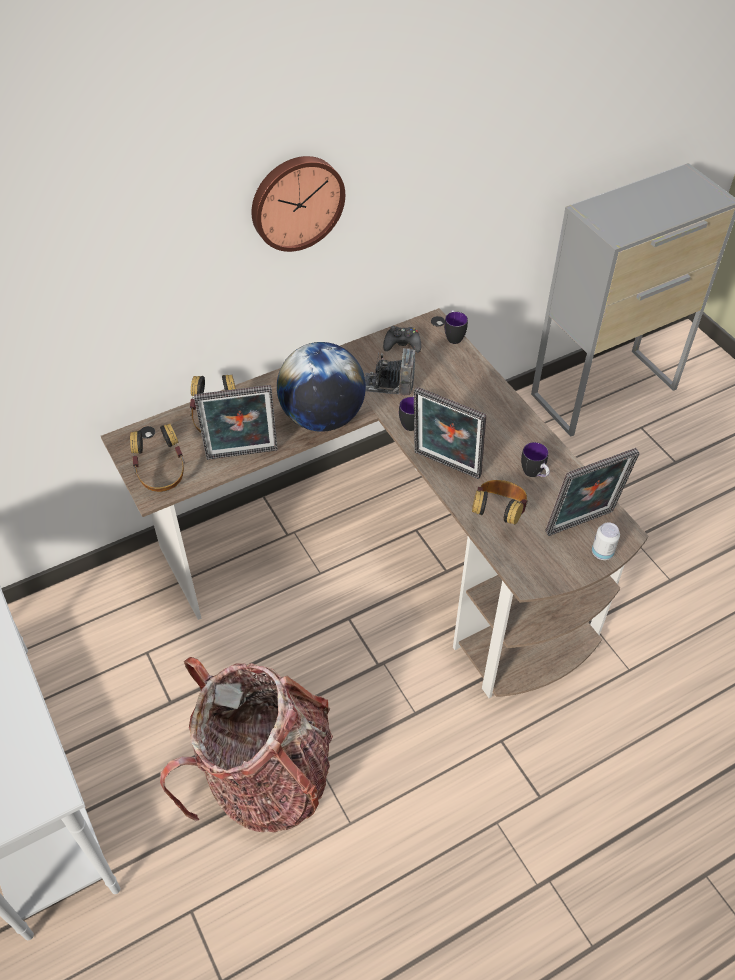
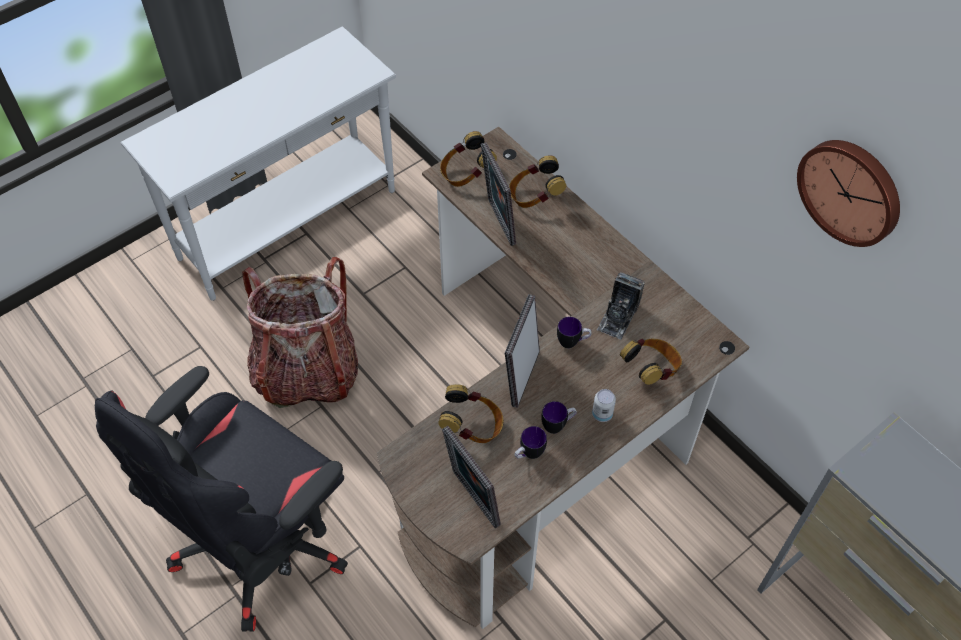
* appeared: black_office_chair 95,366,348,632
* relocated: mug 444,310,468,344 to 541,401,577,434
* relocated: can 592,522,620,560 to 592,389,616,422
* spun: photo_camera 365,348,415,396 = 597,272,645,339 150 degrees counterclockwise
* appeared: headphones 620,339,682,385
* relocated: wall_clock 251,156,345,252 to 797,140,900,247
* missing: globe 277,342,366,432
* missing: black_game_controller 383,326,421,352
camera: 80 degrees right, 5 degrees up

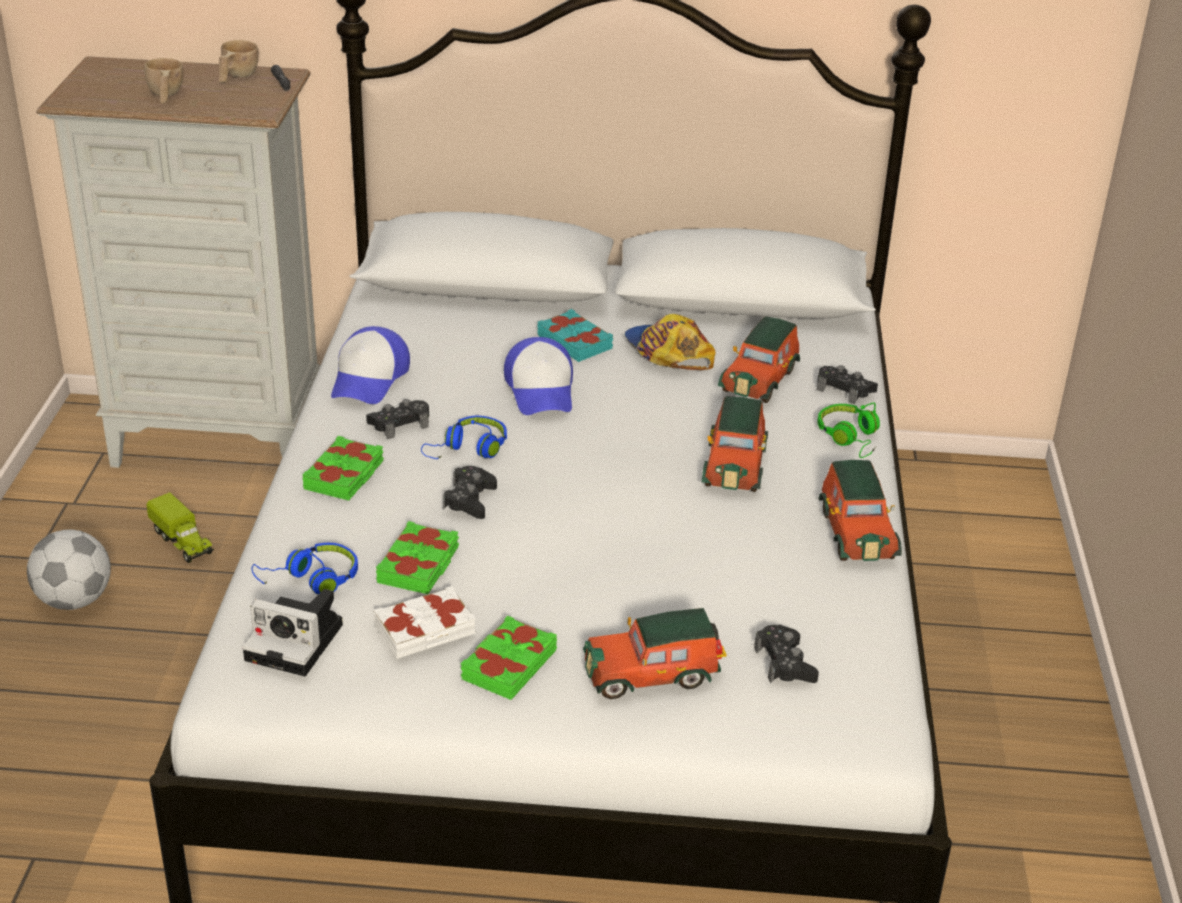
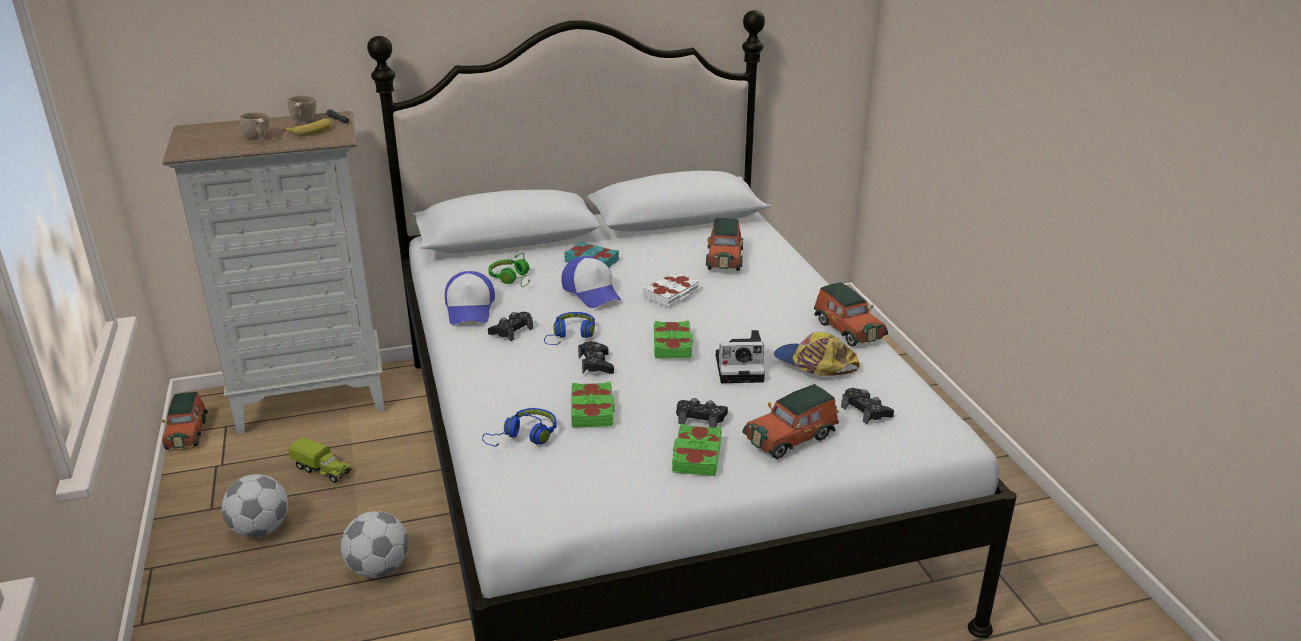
* relocated: toy_car 702,397,768,492 to 162,392,208,449
* appeared: banana 283,118,331,136
* appeared: football 341,511,408,578
* relocated: green_headphones 817,402,880,458 to 488,253,531,287
* relocated: white_book 374,586,476,659 to 643,271,699,308
* relocated: green_book 302,436,384,500 to 654,321,693,358
* relocated: black_game_controller 817,365,878,404 to 676,398,728,428
* relocated: photo_camera 242,589,343,676 to 716,330,765,383
* relocated: cap 625,314,716,370 to 774,332,860,376
camera: 20 degrees left, 5 degrees down

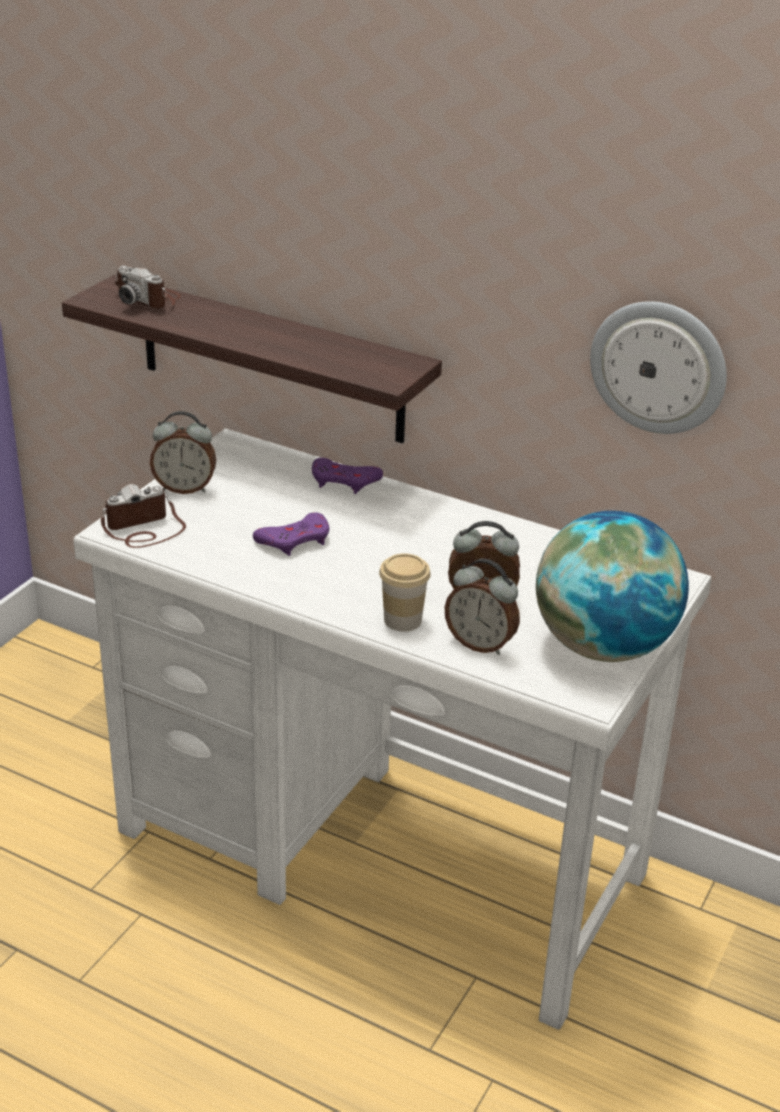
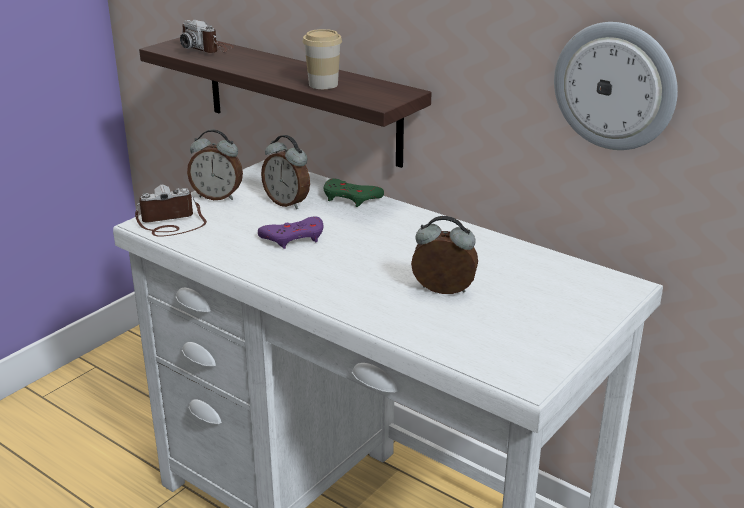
* relocated: alarm_clock 445,559,520,655 to 261,135,310,209
* relocated: cup 379,553,431,631 to 302,29,342,89
* colour: purple_game_controller 312,458,383,494 to green_game_controller 323,179,384,207
* missing: globe 536,511,689,662
camera: 10 degrees right, 5 degrees down

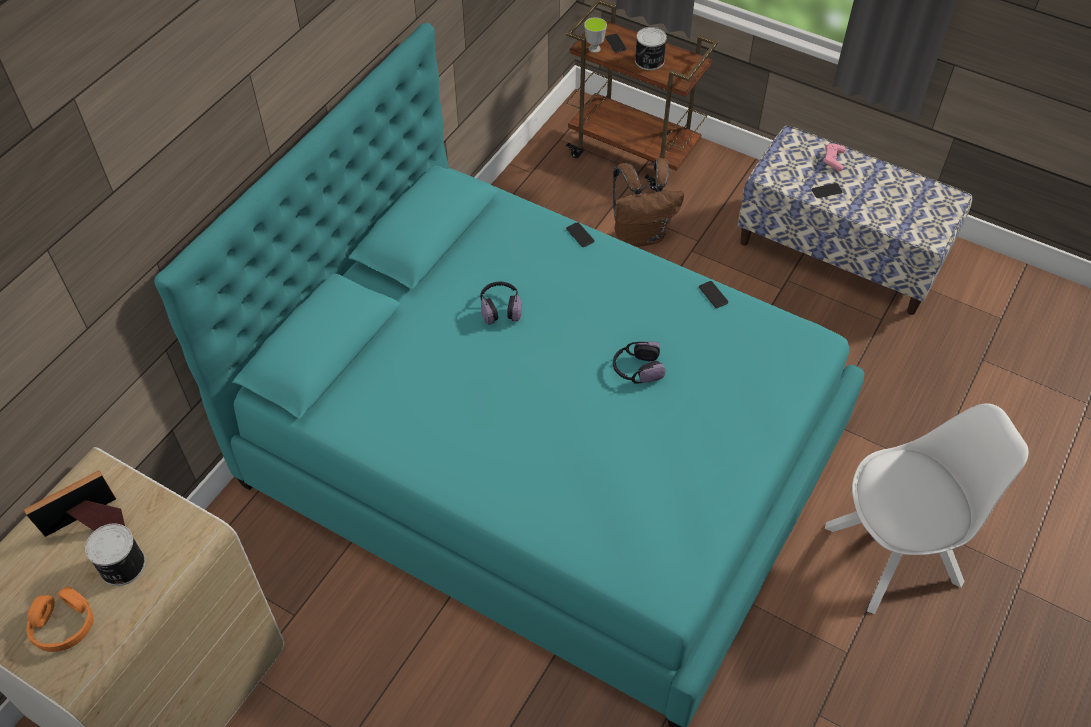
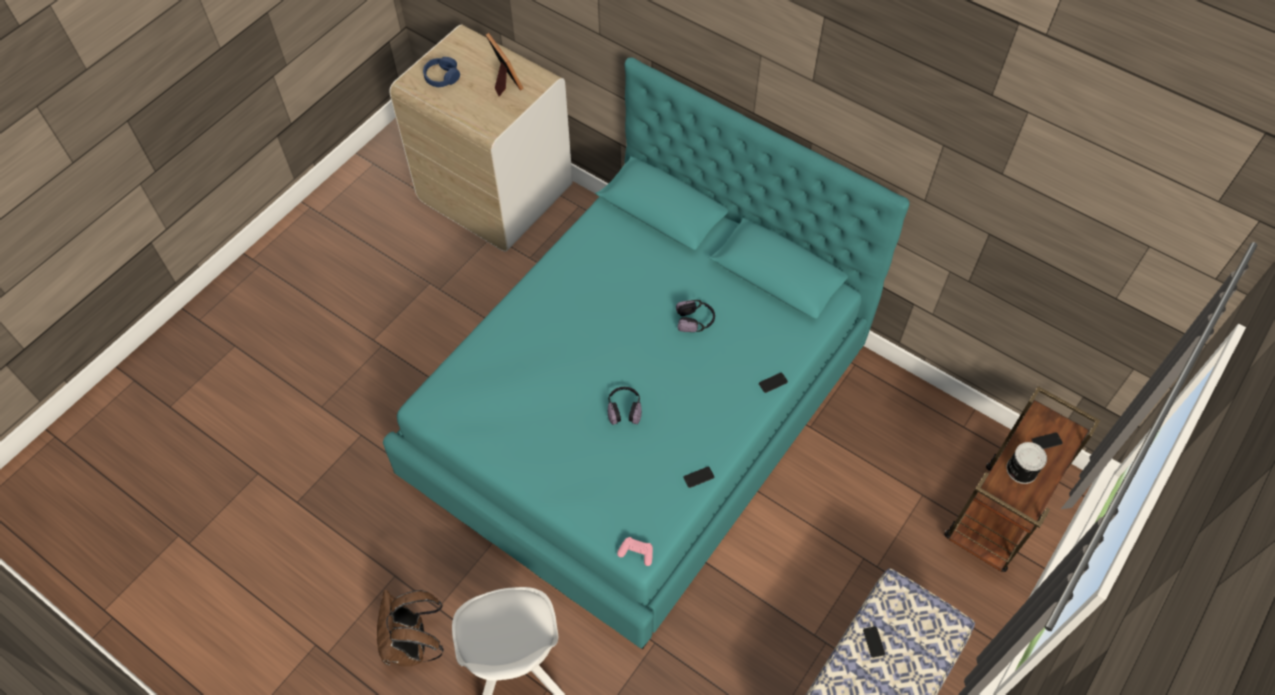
* relocated: brown_backpack 613,158,684,247 to 377,590,444,666
* colour: orange_headphones 26,586,94,652 to blue_headphones 423,57,460,87
* relocated: pink_game_controller 823,143,846,171 to 617,537,653,566
* missing: can 85,523,146,586
* missing: cup 584,17,607,53
camera: 95 degrees right, 5 degrees up

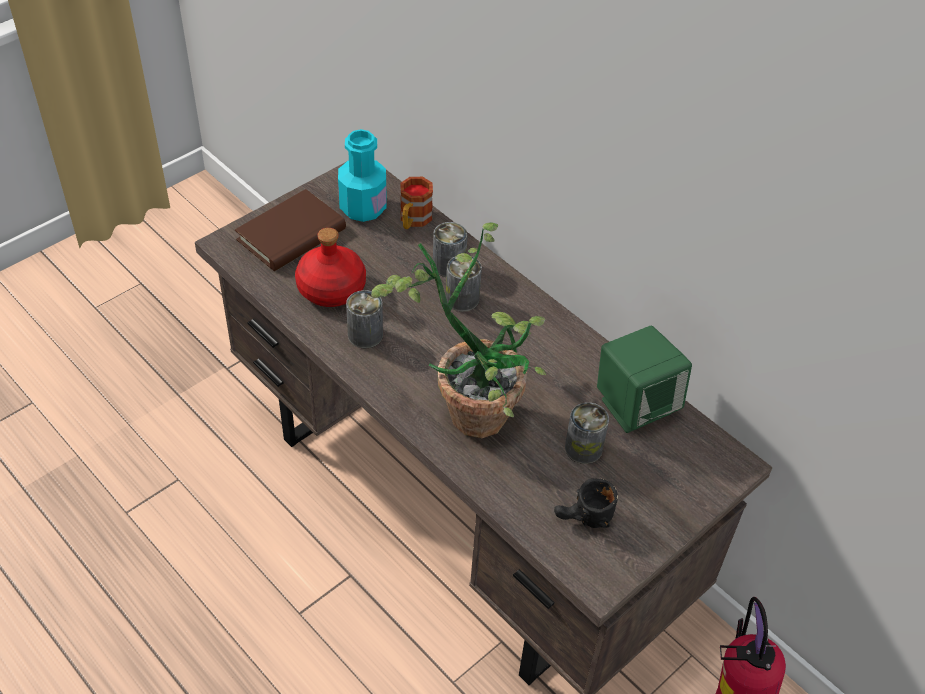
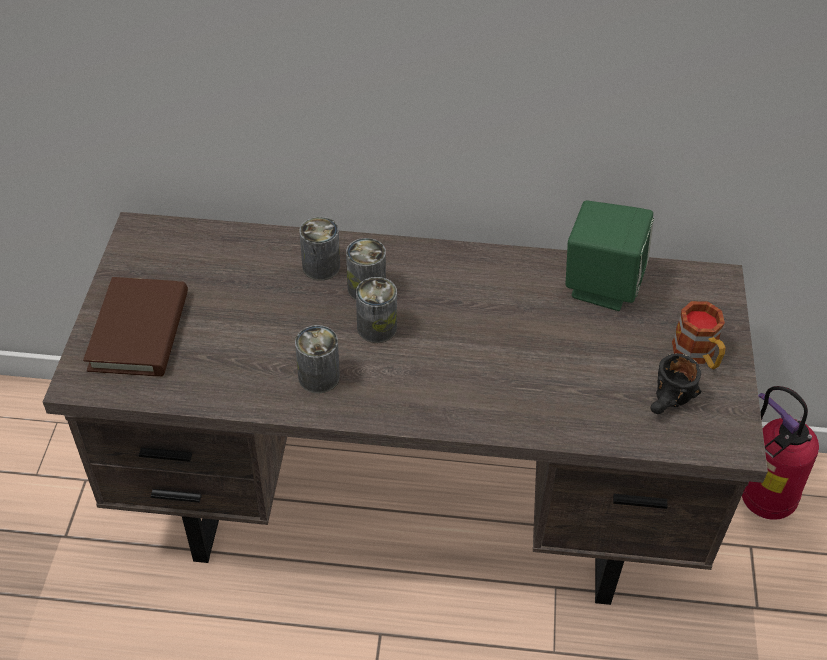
* relocated: can 565,402,609,464 to 356,277,397,343
* relocated: mug 400,177,433,229 to 672,301,726,369
* missing: red_bottle 295,228,366,307
* missing: turquoise_bottle 338,129,387,222
* missing: potted_plant 371,222,547,438
camera: 40 degrees left, 0 degrees up

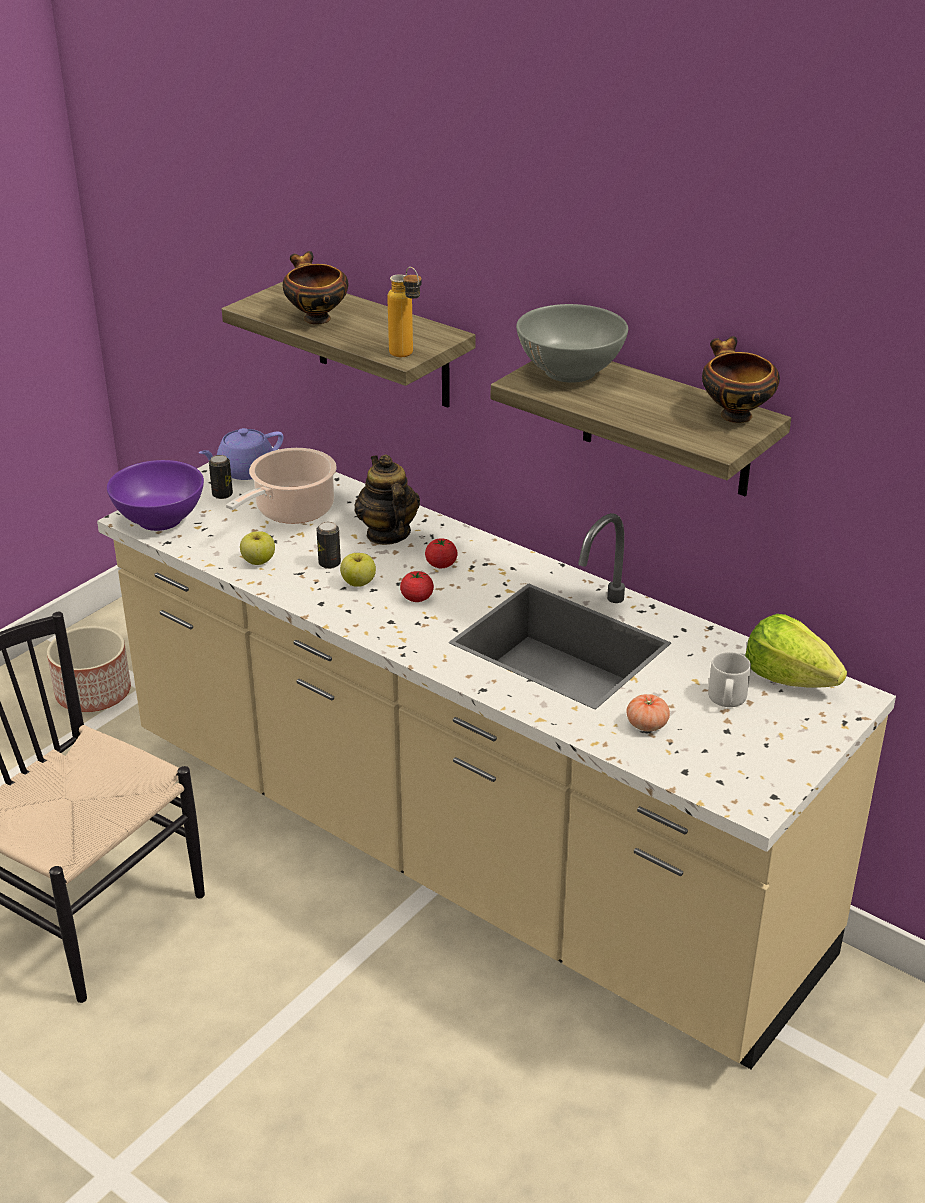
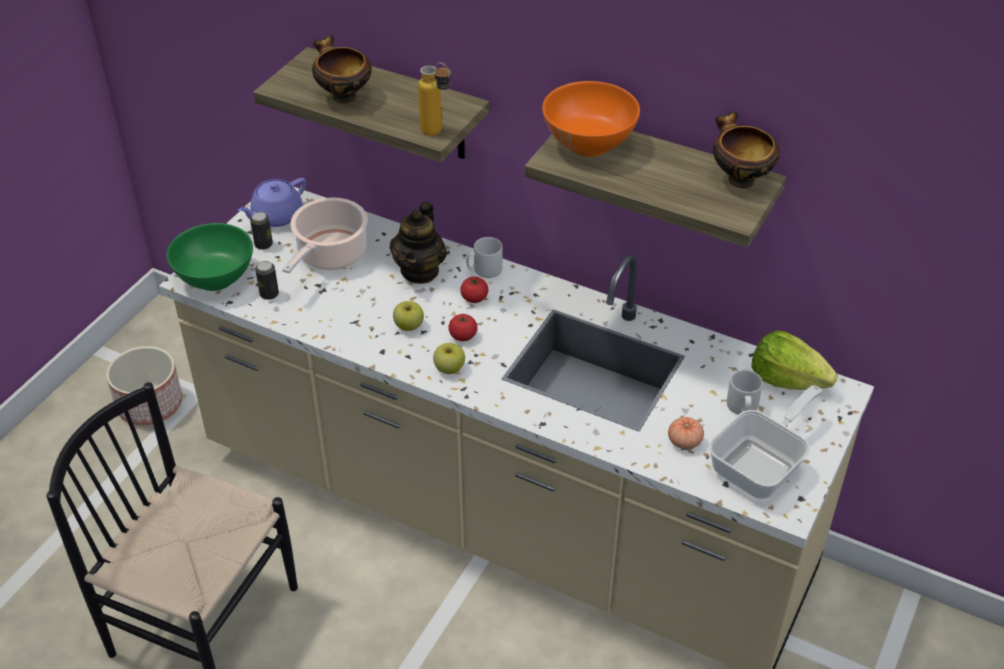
* colour: purple_bowl 107,460,204,531 to green_bowl 167,223,253,291
* relocated: can 316,522,341,569 to 255,261,279,300
* spun: teapot 355,454,420,545 = 390,201,447,284 135 degrees counterclockwise
* relocated: apple 240,531,275,565 to 433,343,465,374
* appeared: grey_mug 466,237,503,278
* colour: grey_bowl 516,304,628,383 to orange_bowl 542,81,640,157
* appeared: frying_pan 709,385,823,499
camera: 10 degrees left, 10 degrees up

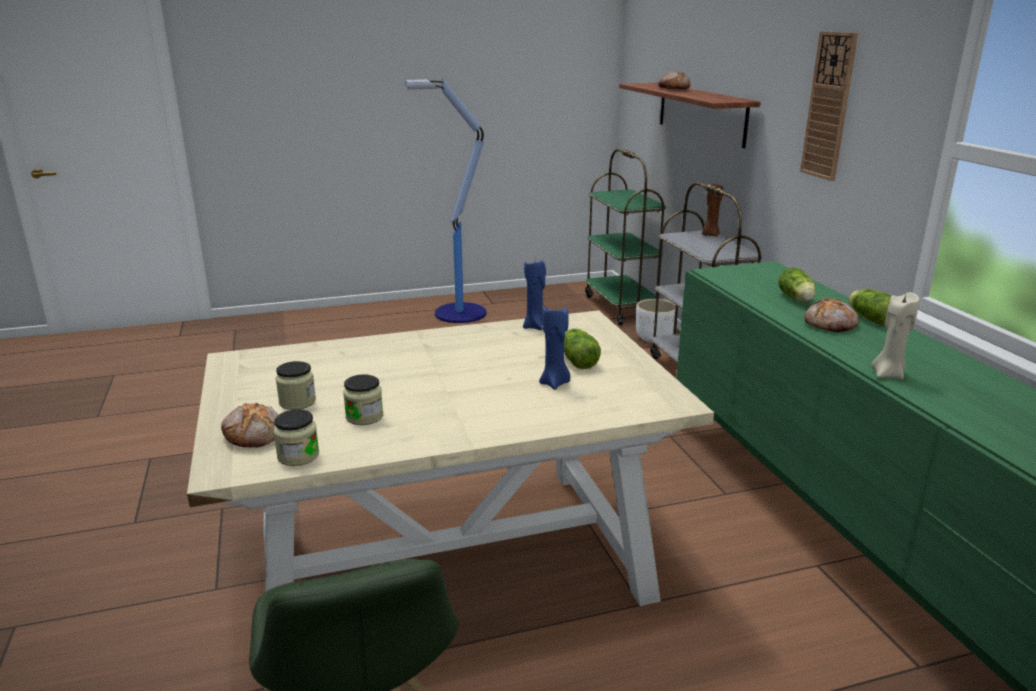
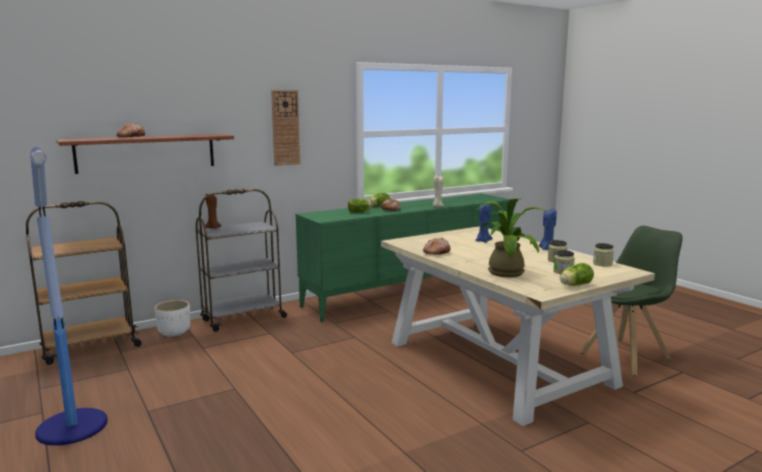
* colour: green_cart 585,149,666,325 to brown_cart 26,201,141,365
* relocated: bread 221,402,279,447 to 423,238,451,255
* appeared: potted_plant 476,198,549,278
* relocated: blue_candle 523,260,546,330 to 539,208,557,250
* relocated: lettuce 564,328,601,369 to 560,263,594,286
camera: 105 degrees left, 10 degrees down

